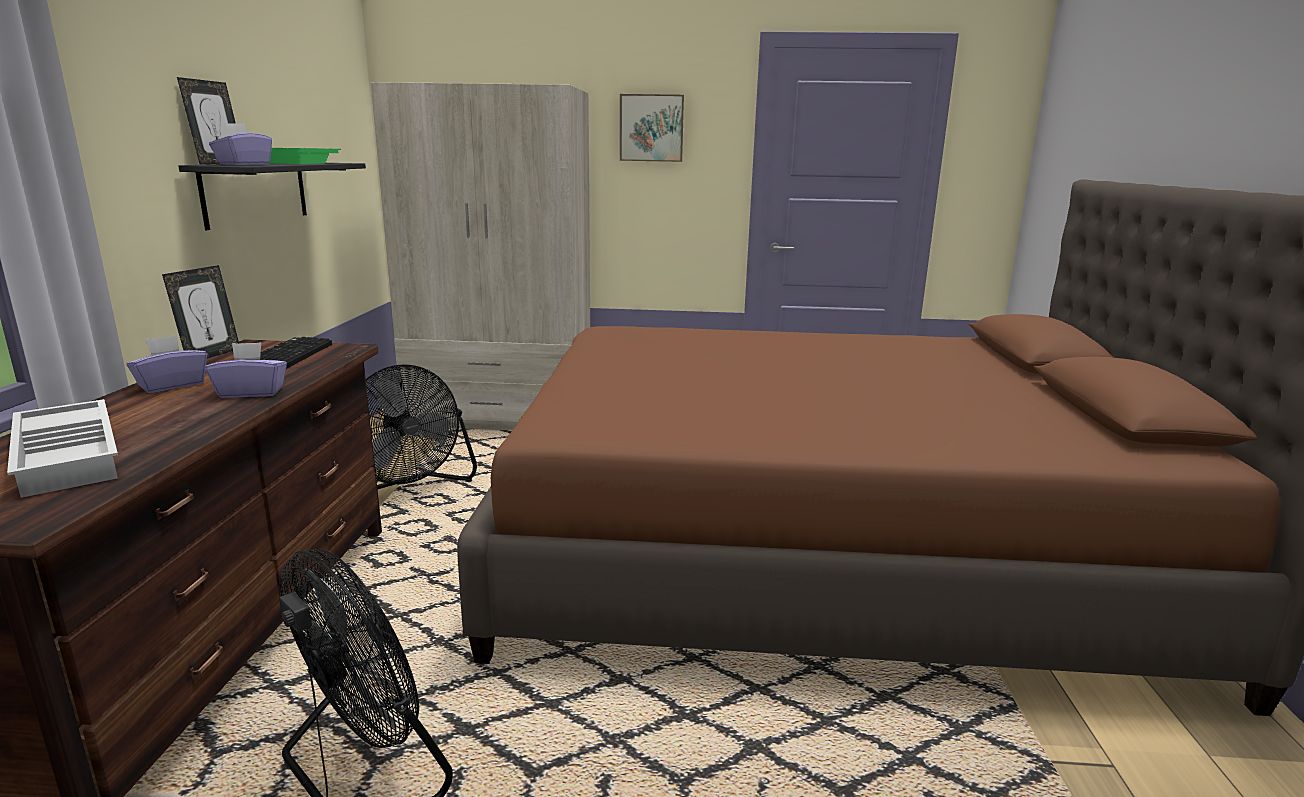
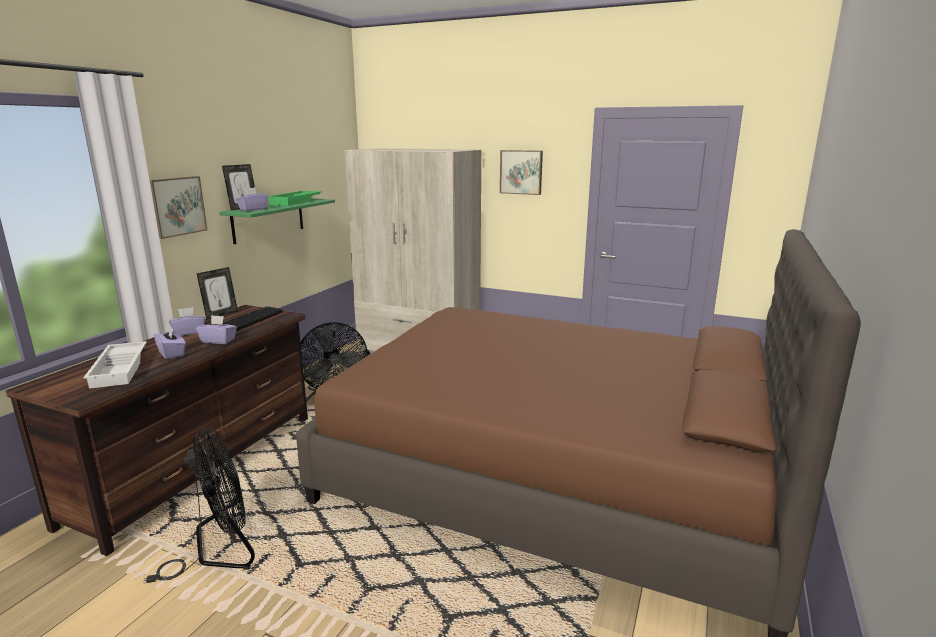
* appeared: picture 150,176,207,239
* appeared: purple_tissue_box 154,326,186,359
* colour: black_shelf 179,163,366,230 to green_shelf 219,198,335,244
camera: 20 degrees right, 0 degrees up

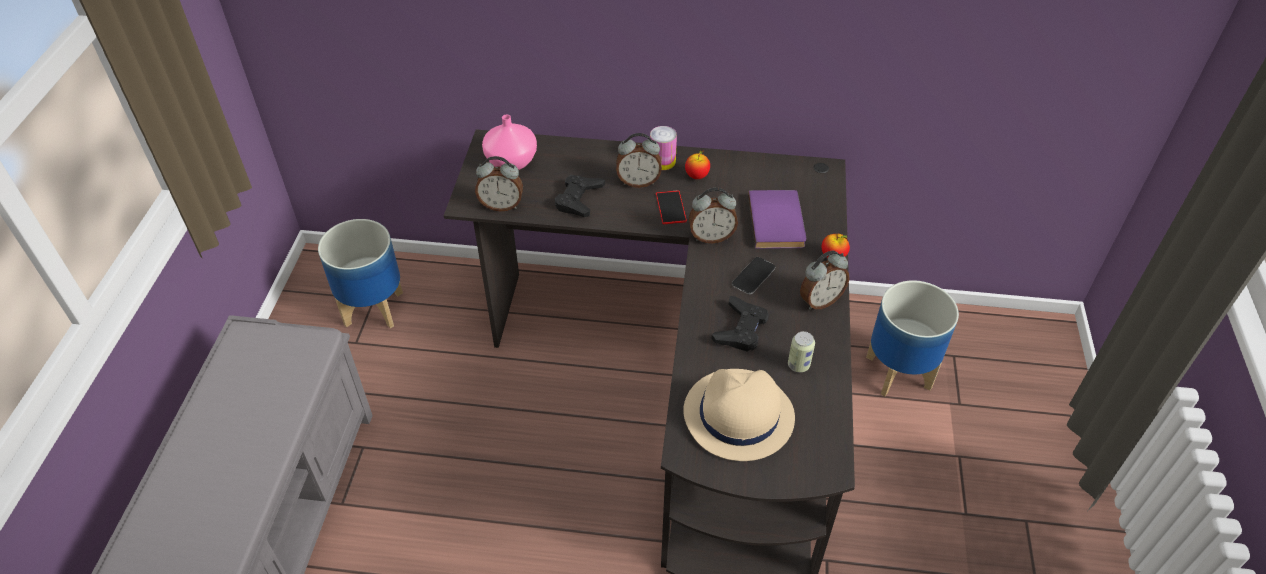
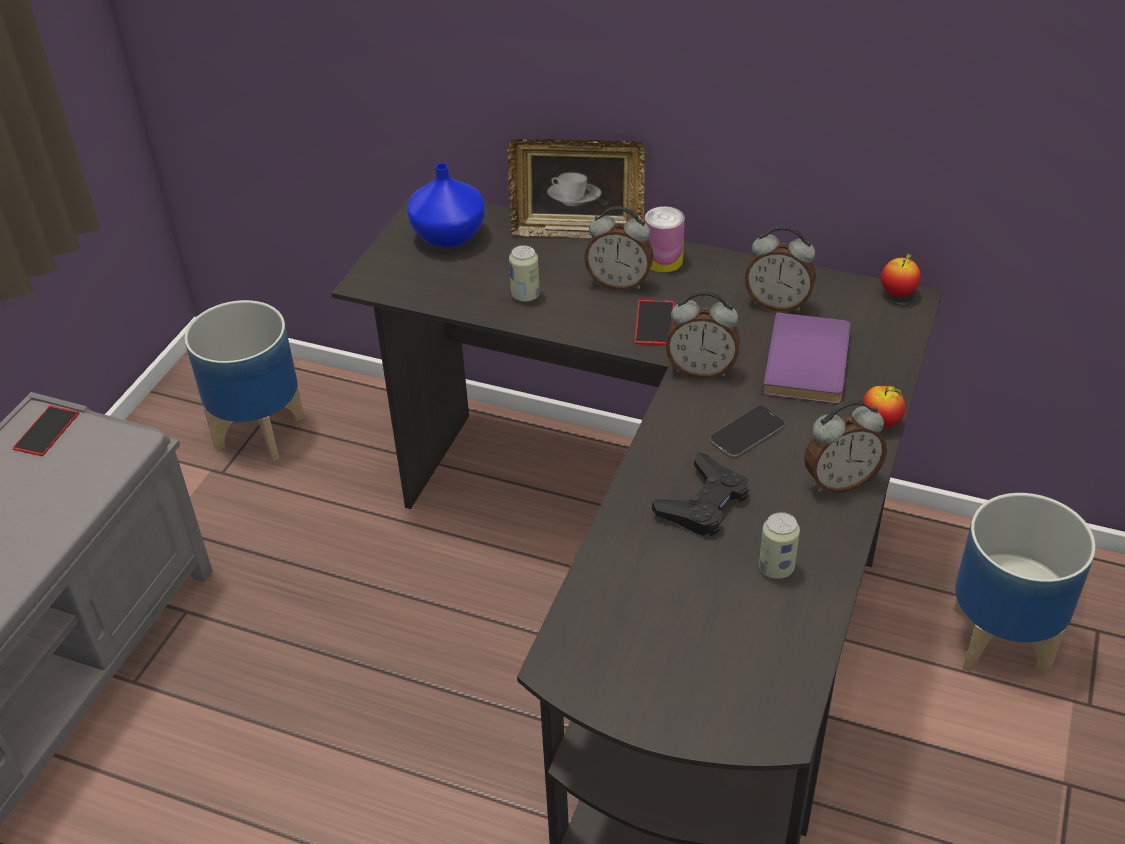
* appeared: phone 13,405,79,456
* colour: pink_vase 482,114,537,170 to blue_vase 407,163,485,248
* appeared: picture_frame 507,139,645,238
* exchanged: black_game_controller 555,175,605,217 to can 509,245,540,302
* relocated: alarm_clock 475,156,523,211 to 745,226,816,312
* relocated: apple 685,150,710,179 to 881,253,921,297
* missing: beige_hat 683,369,795,461
camera: 15 degrees right, 5 degrees down

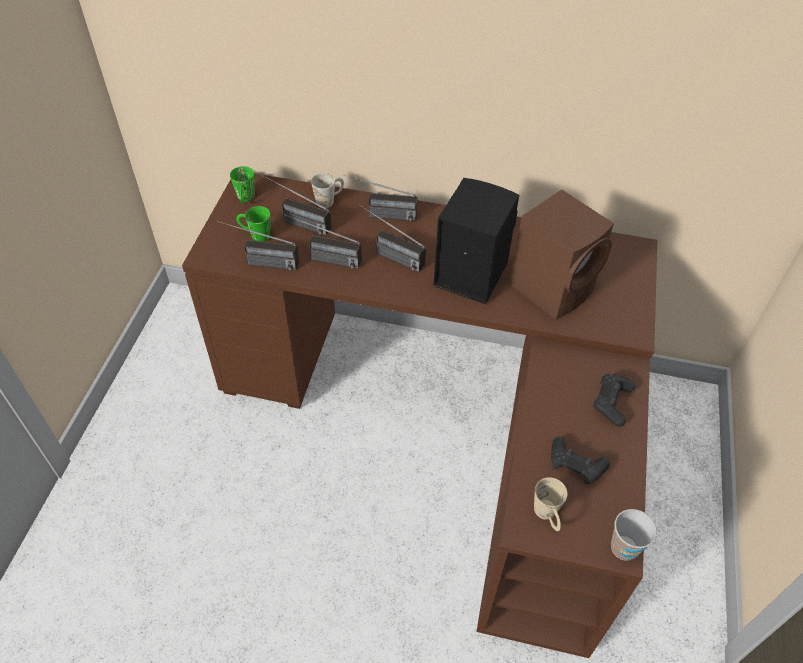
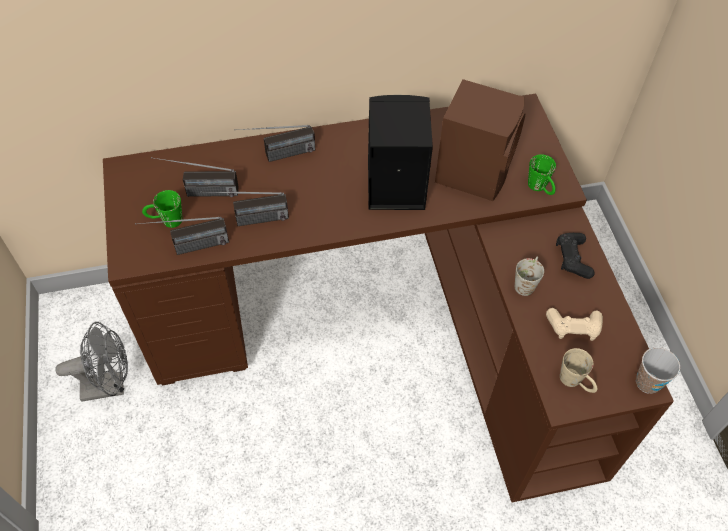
* appeared: grey_fan 55,322,128,402
* relocated: white_mug 311,173,344,208 to 515,256,544,296
* relocated: green_mug 230,166,255,204 to 528,154,556,195
* colour: black_game_controller 551,437,610,484 to beige_game_controller 546,308,603,341
* missing: radio 359,204,426,272
camera: 25 degrees left, 5 degrees up

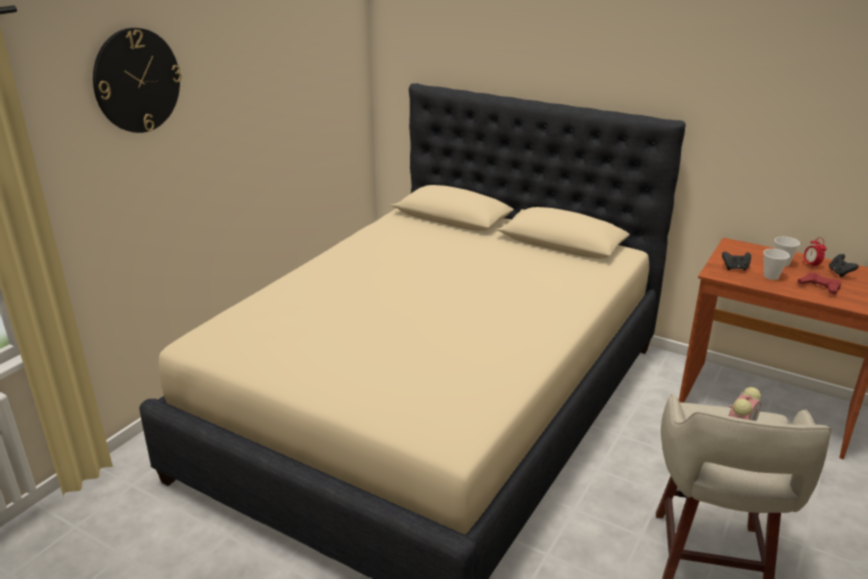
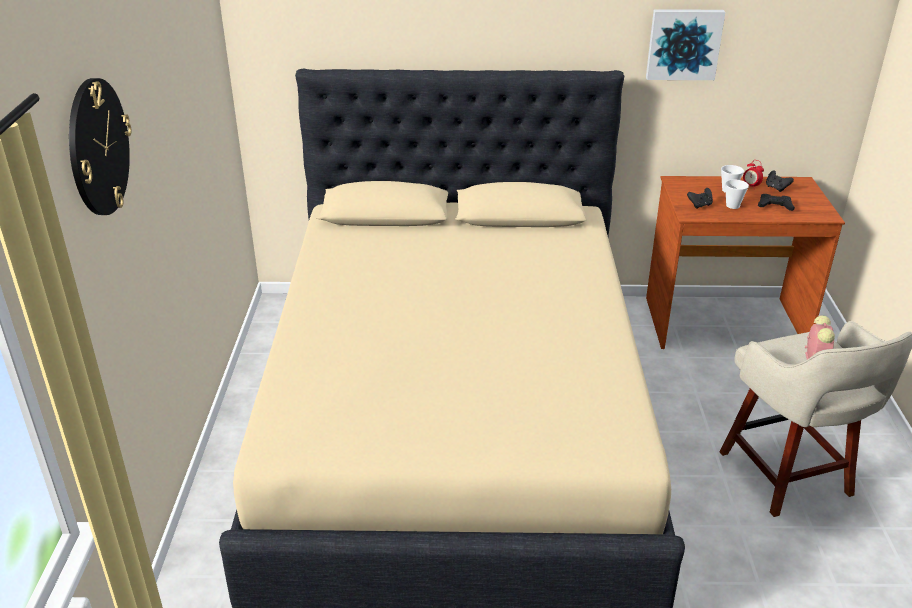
* appeared: picture 646,9,725,80
* colour: red_game_controller 797,272,841,295 to black_game_controller 758,194,795,211
camera: 30 degrees left, 5 degrees up

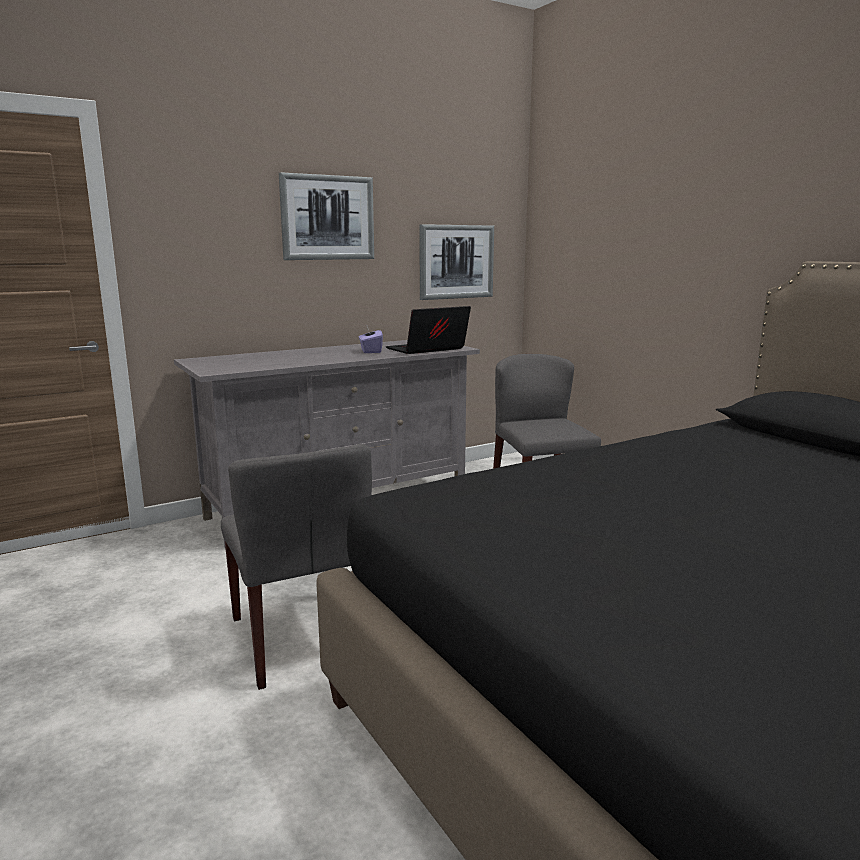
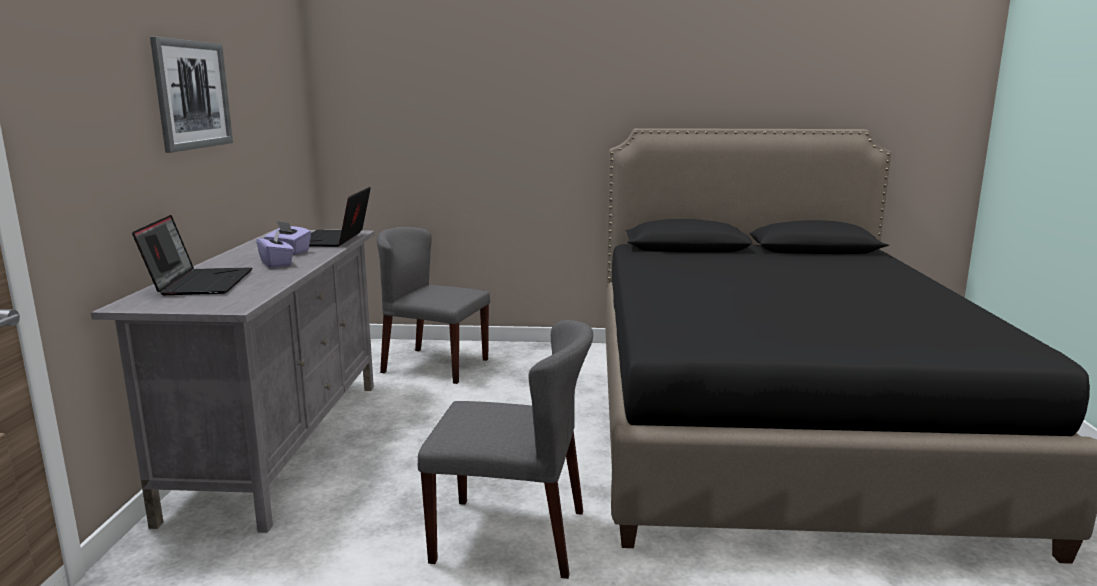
* appeared: laptop 132,215,252,295
* appeared: purple_tissue_box 256,230,294,268
* missing: picture 419,224,494,300
camera: 55 degrees left, 0 degrees up

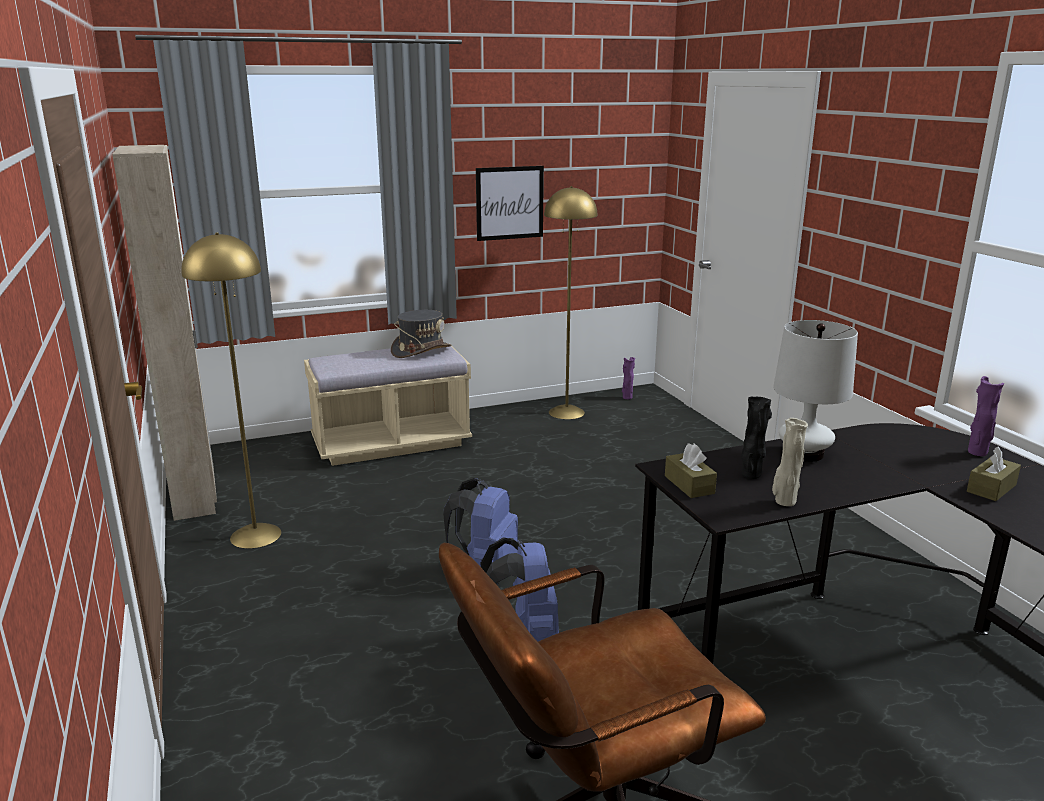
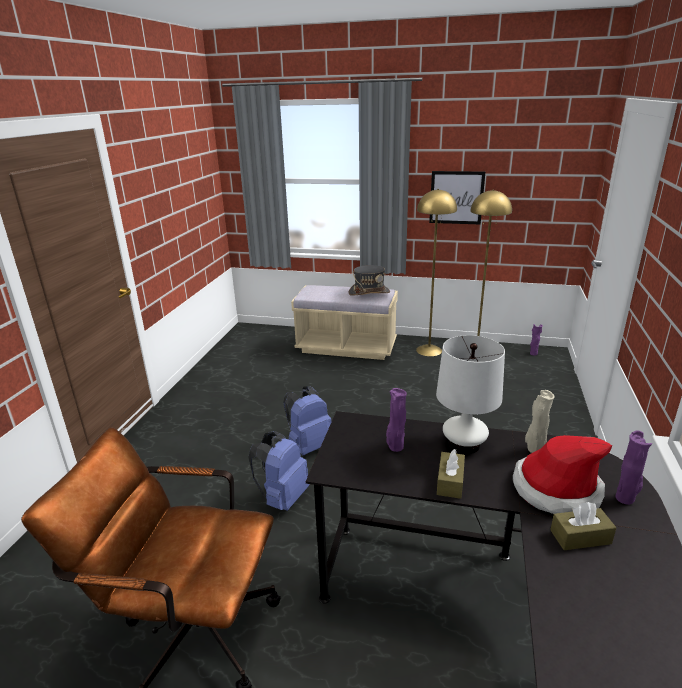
* colour: black_vase 741,396,772,479 to purple_vase 386,388,407,452
* relocated: yellow_floor_lamp 181,232,281,549 to 416,189,457,356
* relocated: brown_tissue_box 665,443,717,498 to 437,449,465,499
* appeared: hat 512,435,612,514
* relocated: beige_vase 772,418,808,506 to 525,390,555,453
* missing: beige_wardrobe 112,145,217,521
camera: 35 degrees right, 5 degrees up

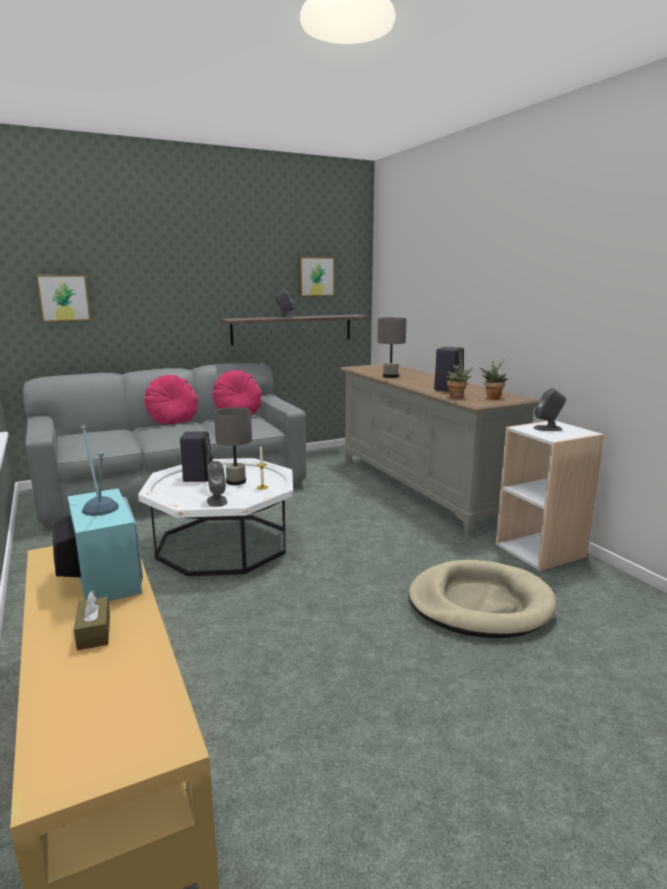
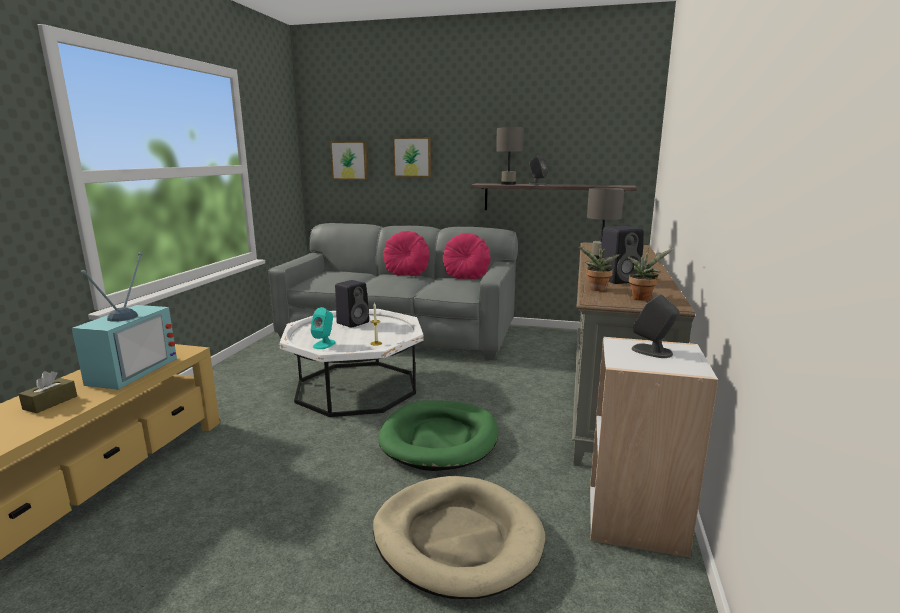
* colour: grey_speaker 207,461,227,507 to turquoise_speaker 311,307,336,349
* appeared: green_dog_bed 378,400,498,471
* relocated: picture 298,257,335,296 to 393,137,431,177
* relocated: grey_table_lamp 214,407,252,485 to 496,127,524,185
camera: 40 degrees right, 0 degrees up

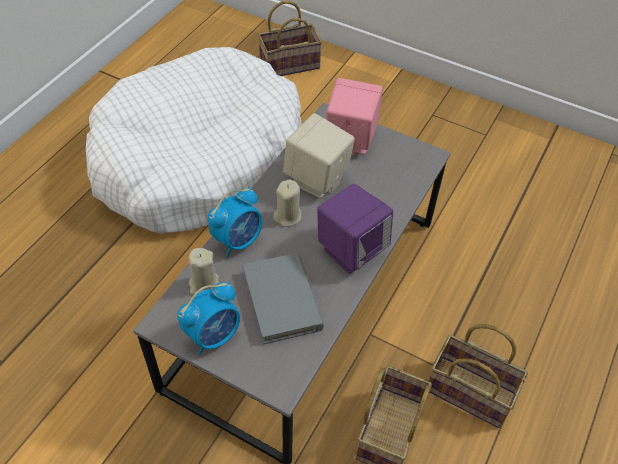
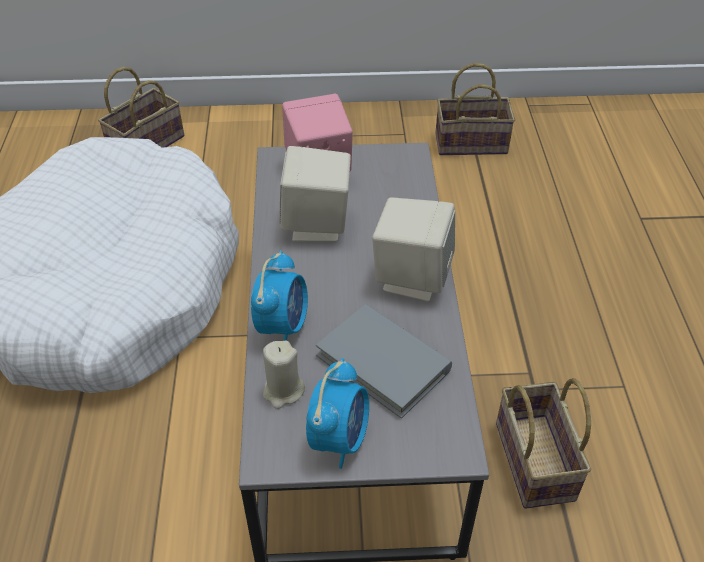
* colour: purple_speaker 317,184,393,274 to beige_speaker 372,197,455,302
* relocated: basket 429,324,528,428 to 435,63,515,155
* missing: beige_candle 273,179,302,227
camera: 30 degrees left, 5 degrees down

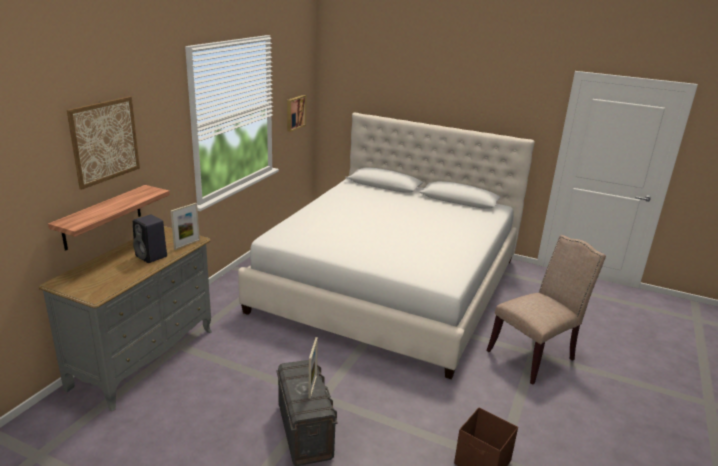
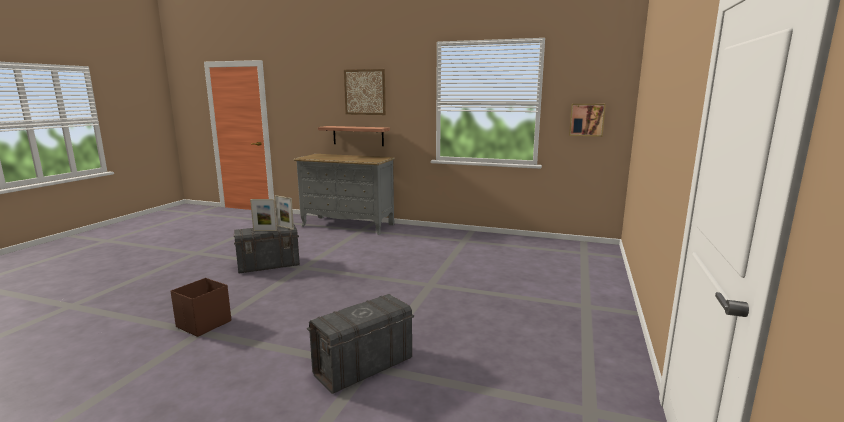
* relocated: picture_frame 170,203,200,250 to 275,195,294,230
* exchanged: beige_chair 486,235,606,385 to grey_storage_box 307,294,414,394
* missing: black_speaker 133,214,167,263
* missing: white_bed 238,113,535,379
camera: 85 degrees right, 10 degrees down

